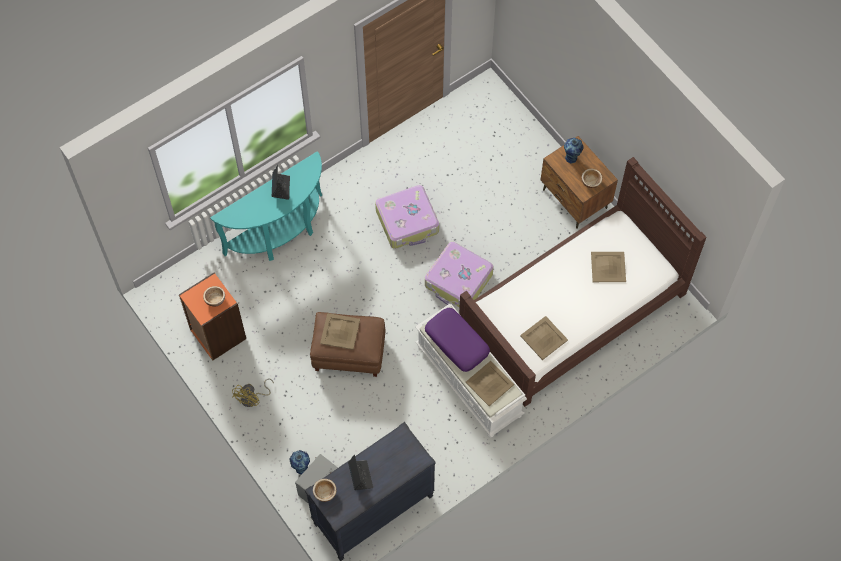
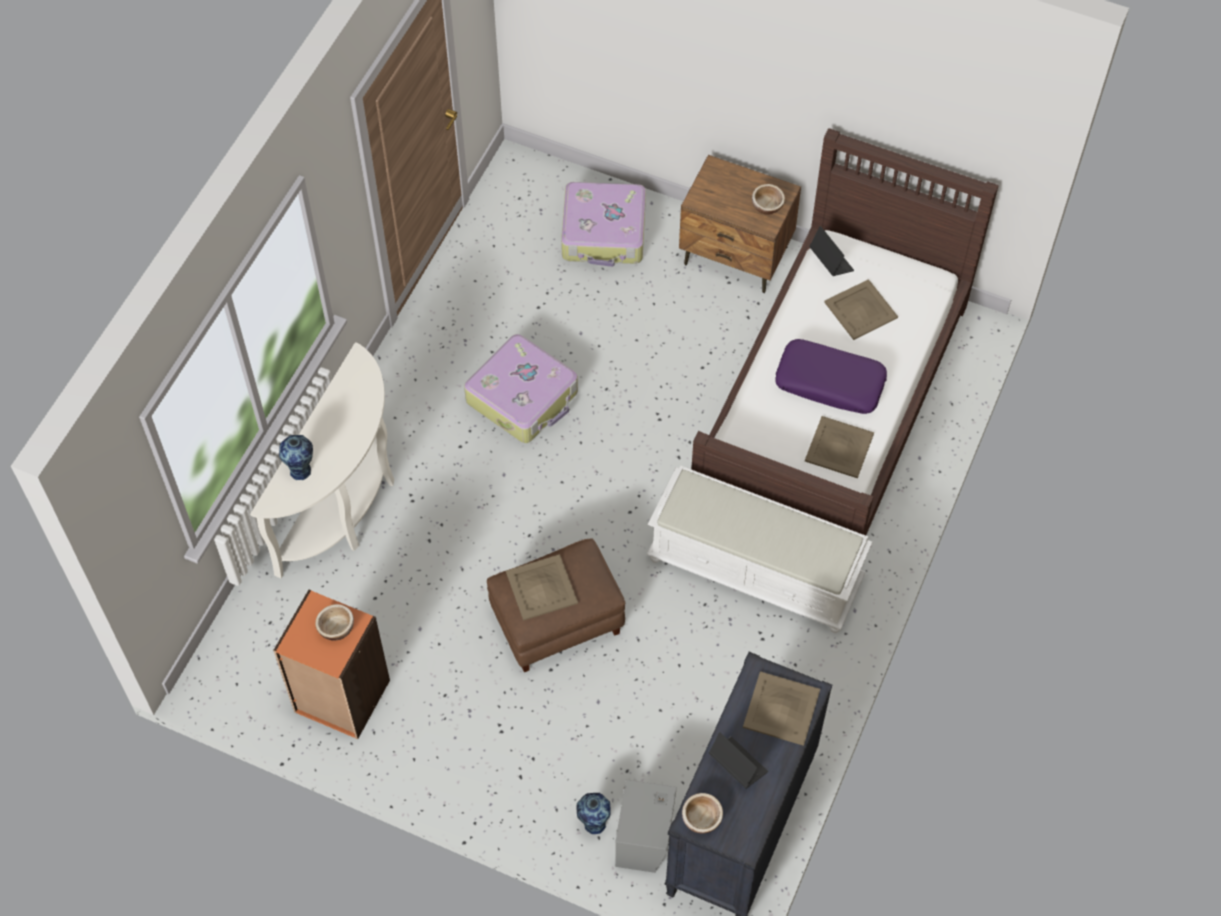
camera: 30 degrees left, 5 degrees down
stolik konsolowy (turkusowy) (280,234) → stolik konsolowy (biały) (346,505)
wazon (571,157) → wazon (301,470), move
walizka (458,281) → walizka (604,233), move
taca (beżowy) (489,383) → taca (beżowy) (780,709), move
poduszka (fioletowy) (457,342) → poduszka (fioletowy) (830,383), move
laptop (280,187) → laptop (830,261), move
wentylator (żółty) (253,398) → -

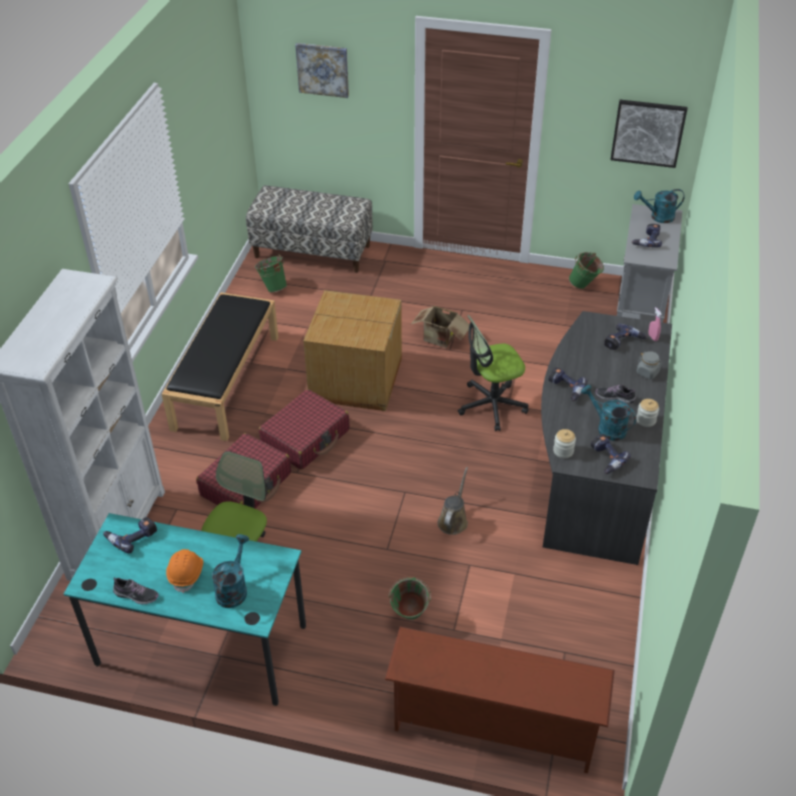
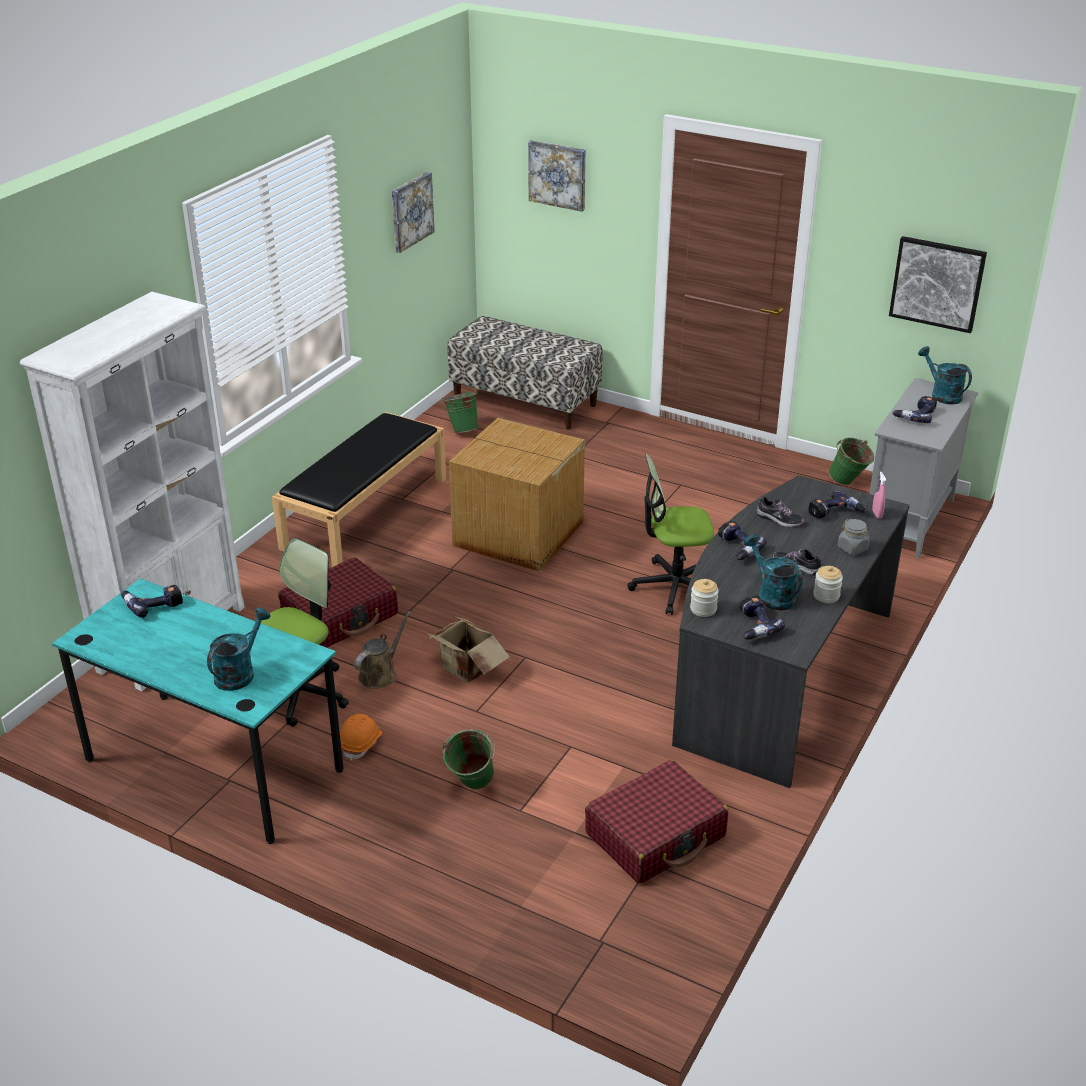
camera: 15 degrees right, 10 degrees down
kask (pomarańczowy) (186,573) → kask (pomarańczowy) (361,743), move
konewka (brązowy) (453,520) → konewka (brązowy) (380,674), move
- → obraz (411,211)
karton (439,340) → karton (465,670), move
walizka (czerwony) (306,438) → walizka (czerwony) (656,835), move
but (136,595) → but (779,519), move
konewka (turkusowy) (658,217) → konewka (turkusowy) (942,394), 45 degrees clockwise
regał na buty (brązowy) (493,727) → -

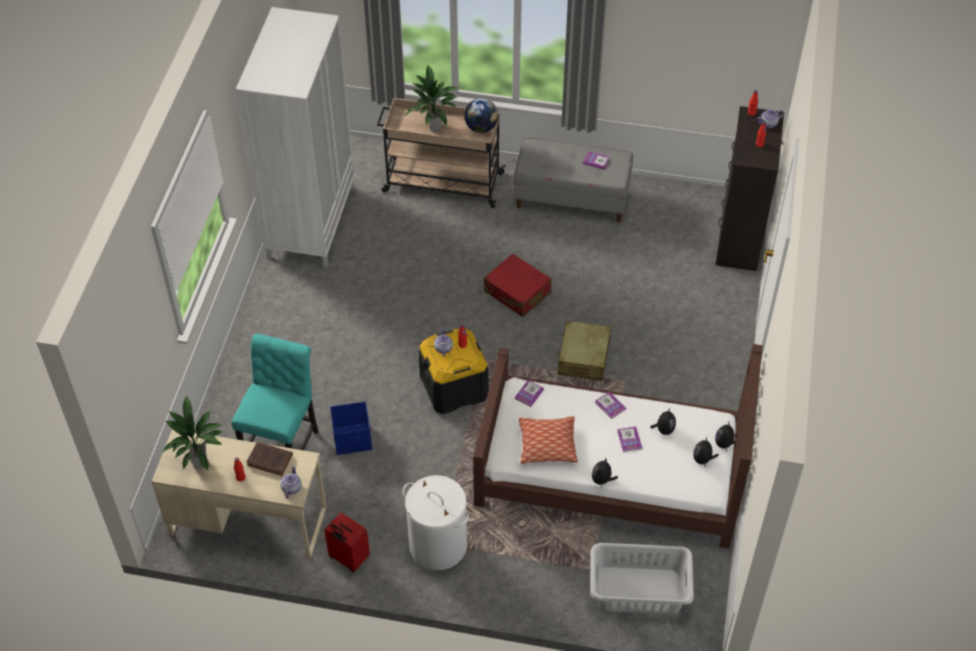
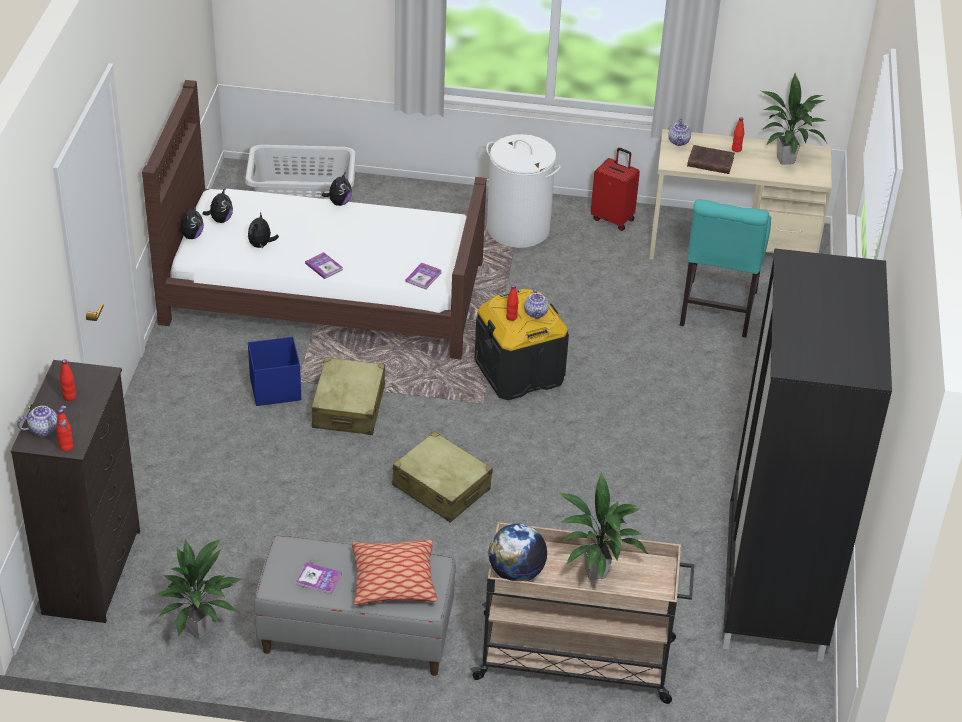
camera: 175 degrees right, 10 degrees down
- → roślina doniczkowa (200,630)
pojemnik do przechowywania (niebieski) (353,439) → pojemnik do przechowywania (niebieski) (274,389), move
poduszka (547,445) → poduszka (393,581), move
walizka (czerwony) (517,292) → walizka (beżowy) (441,488)
szafa (biały) (311,221) → szafa (czarny) (775,588)
książka (629,439) → -

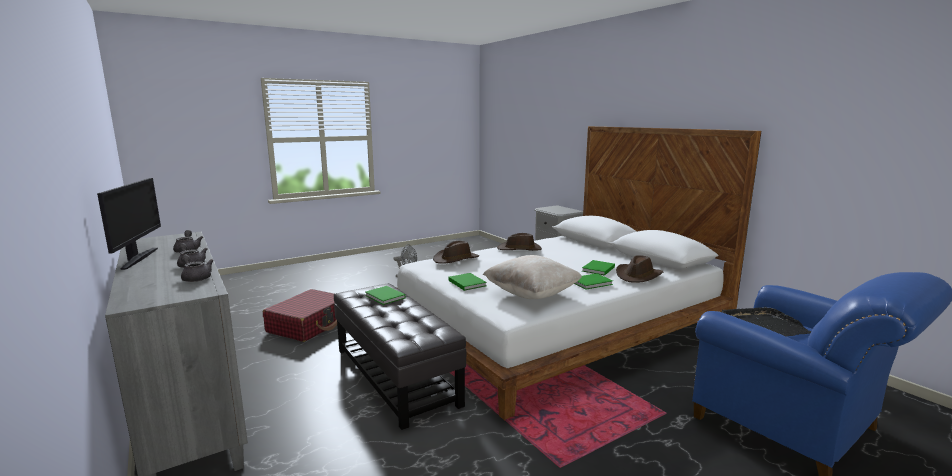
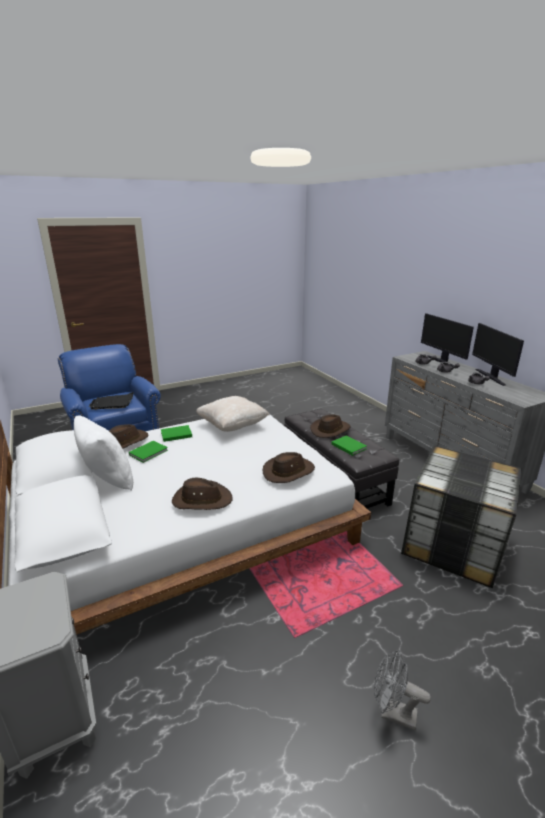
camera: 175 degrees left, 10 degrees up
- → poduszka (biały) (107,479)
- → kapelusz (brązowy) (330,430)
walizka (czerwony) (309,325) → pojemnik do przechowywania (453,545)
- → monitor (442,361)
książka (zielony) (467,283) → -

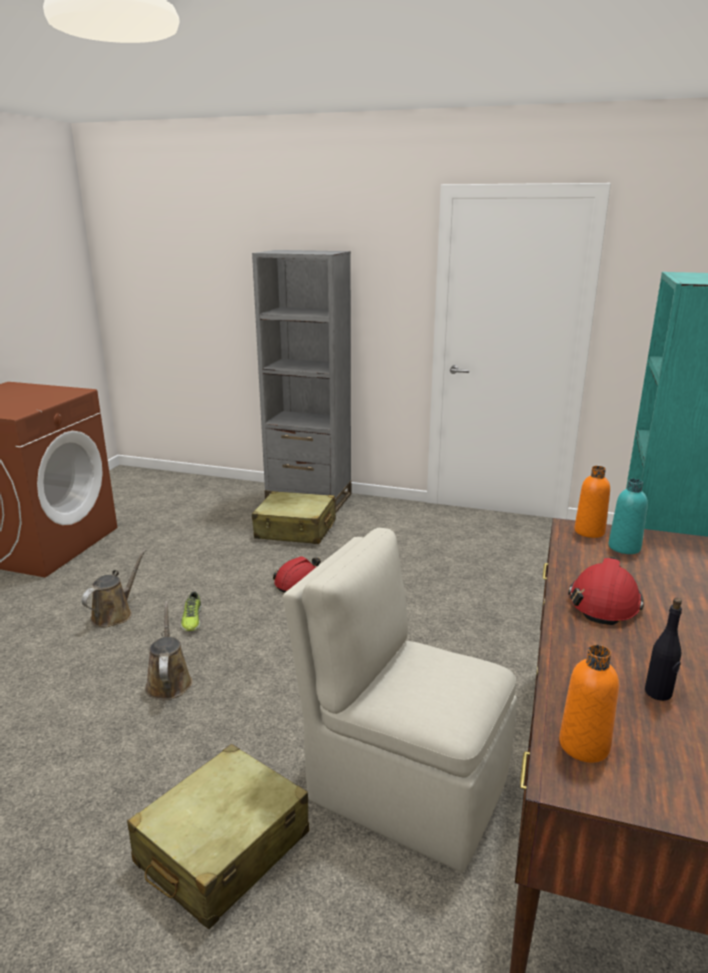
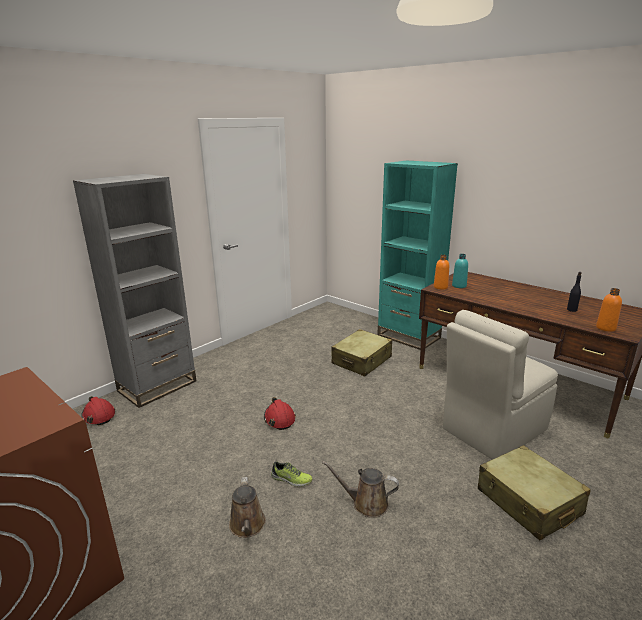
camera: 65 degrees left, 0 degrees up
kask (czerwony) (604,602) → kask (czerwony) (98,415), move
konewka (brązowy) (114,614) → konewka (brązowy) (247,526), 150 degrees counterclockwise
walizka (beżowy) (295,530) → walizka (beżowy) (362,360), move

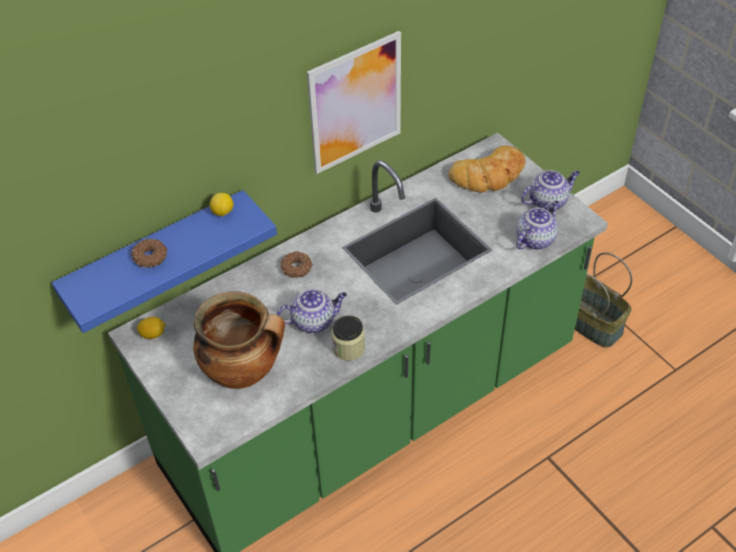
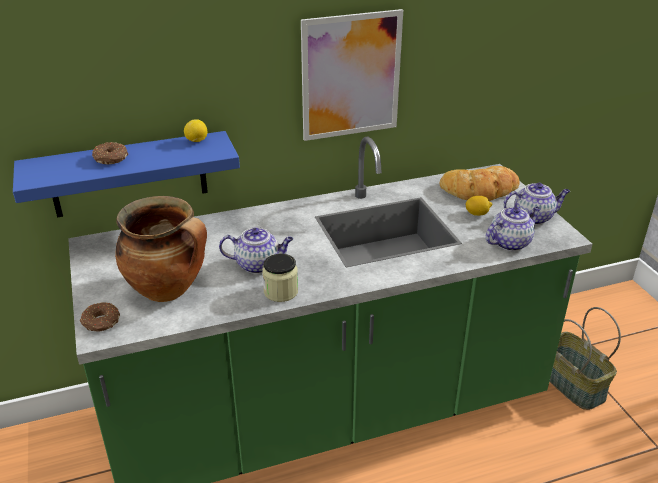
camera: 15 degrees right, 15 degrees down
donut (296,269) → donut (101,322), move
cytryna (153,334) → cytryna (477,213), move

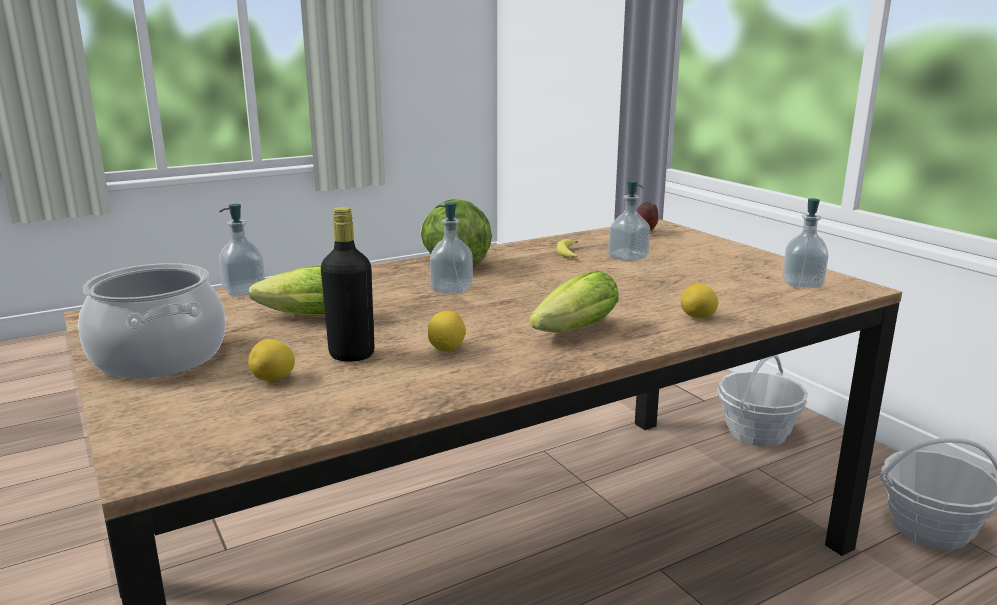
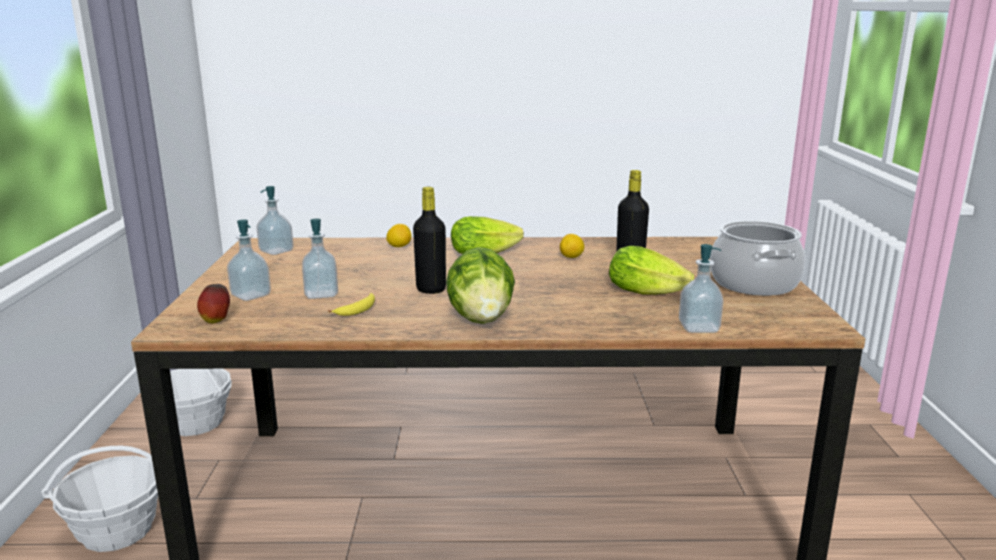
camera: 150 degrees left, 0 degrees up
dozownik mydła (452,289) → dozownik mydła (250,295), move
- → butelka (czarny) (431,289)
cytryna (274,379) → -

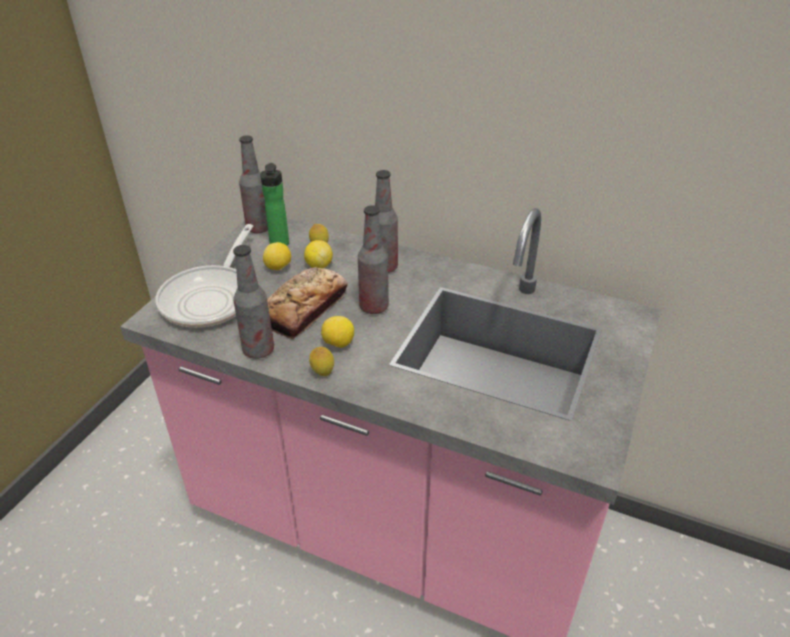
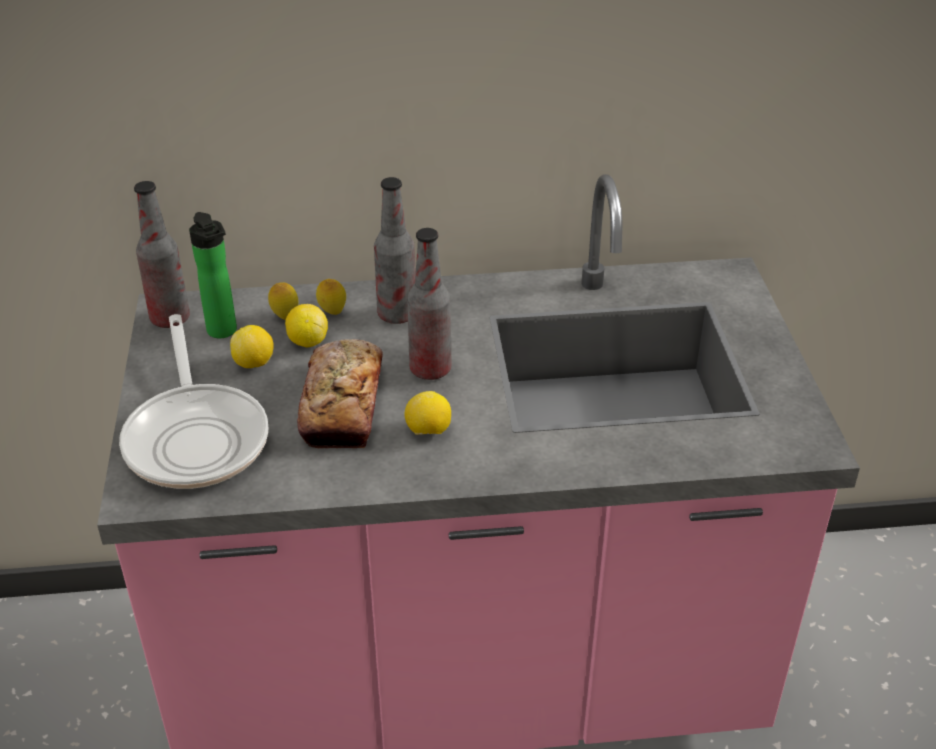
camera: 30 degrees left, 0 degrees up
cytryna (322,373) → cytryna (332,313), move
butelka (258,350) → -

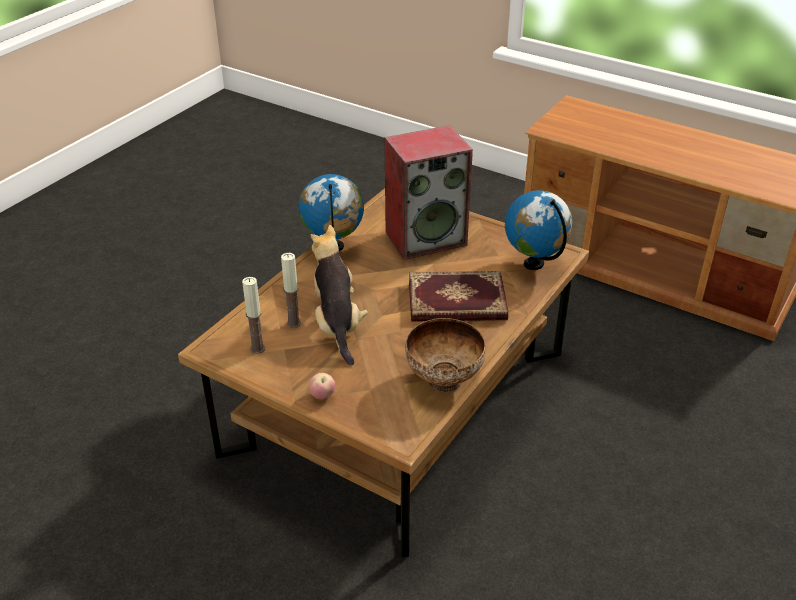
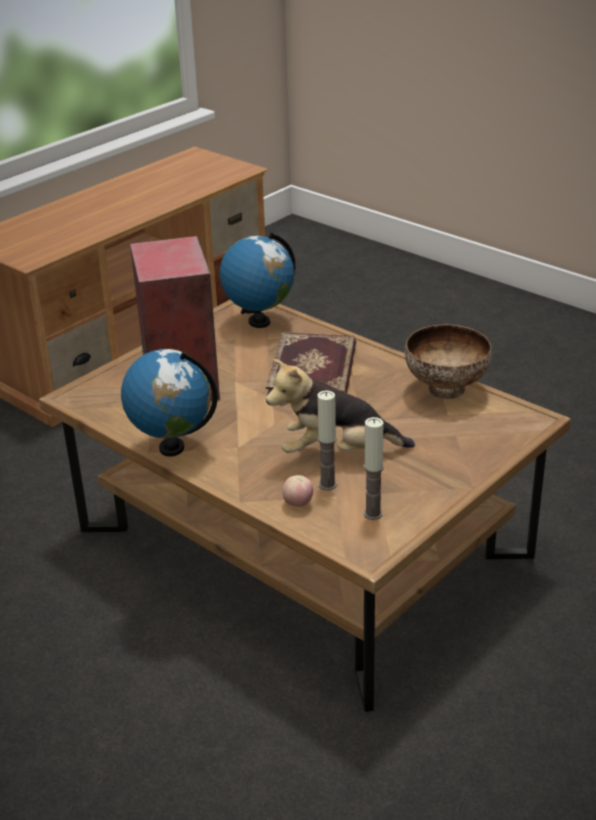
camera: 80 degrees left, 5 degrees down
jabłko (322,396) → jabłko (298,504), move

